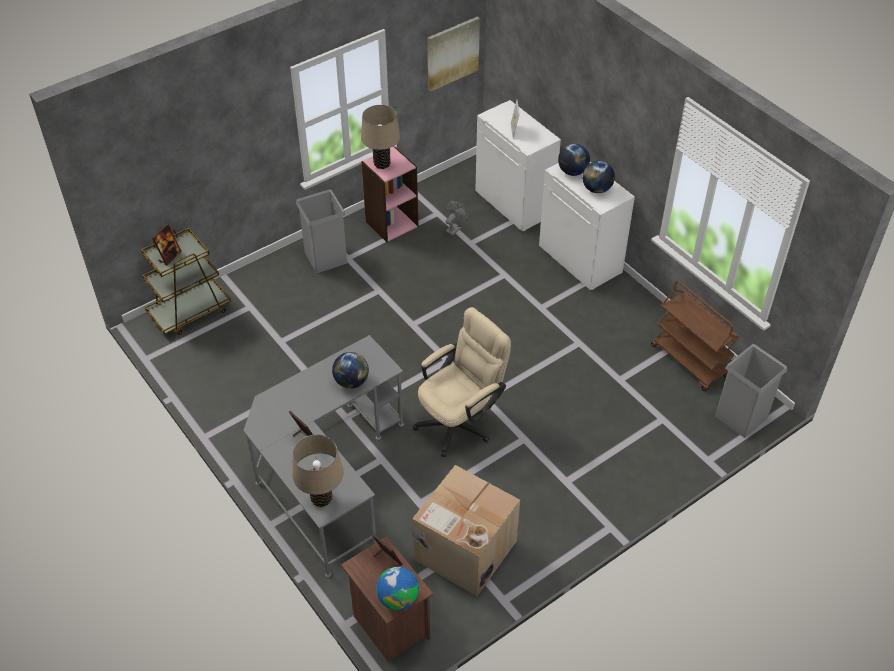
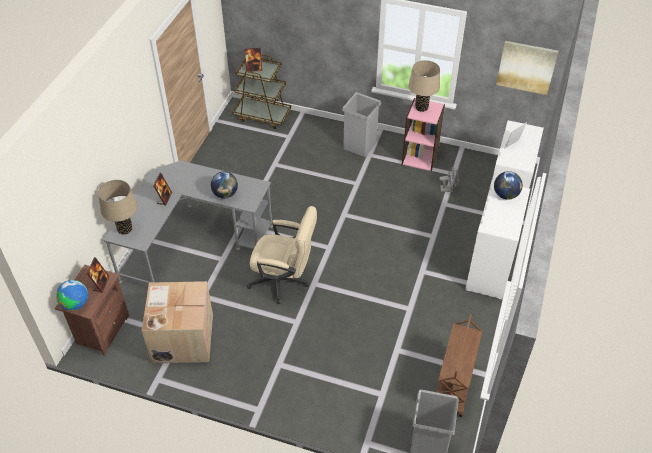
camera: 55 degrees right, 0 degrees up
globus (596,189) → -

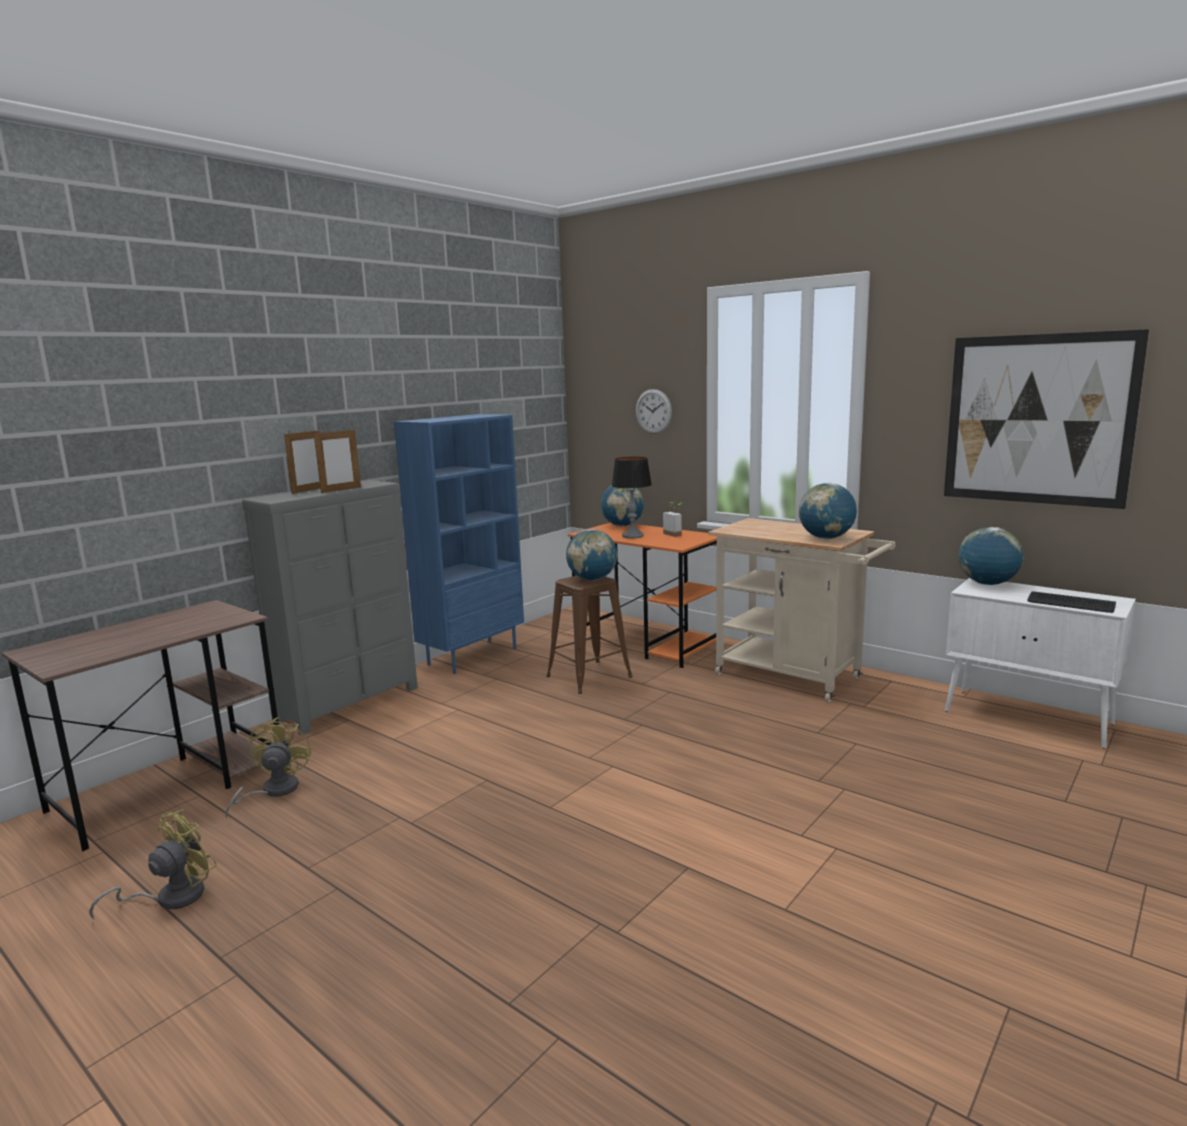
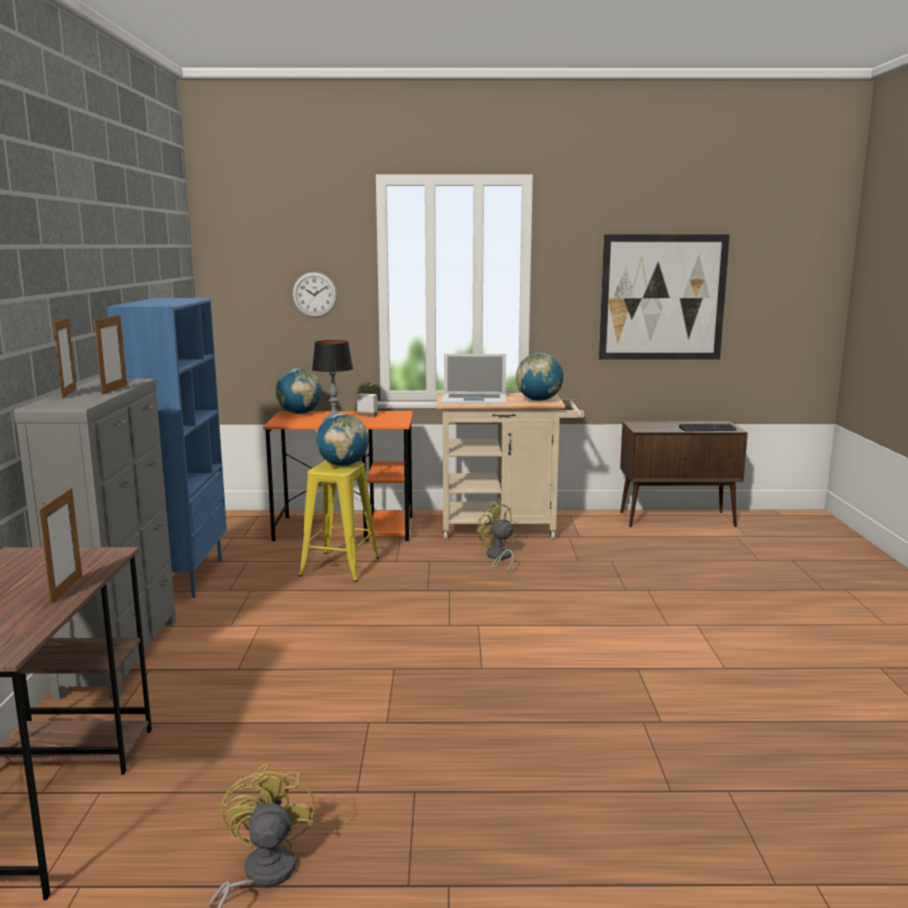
camera: 40 degrees left, 0 degrees up
- → ramka na zdjęcie (66,589)
stołek (brązowy) (589,677) → stołek (żółty) (340,566)
- → laptop (474,399)
wentylator (żółty) (273,791) → wentylator (żółty) (498,558), move
szafka (biały) (1029,718) → szafka (brązowy) (678,519)
globus (987,584) → -

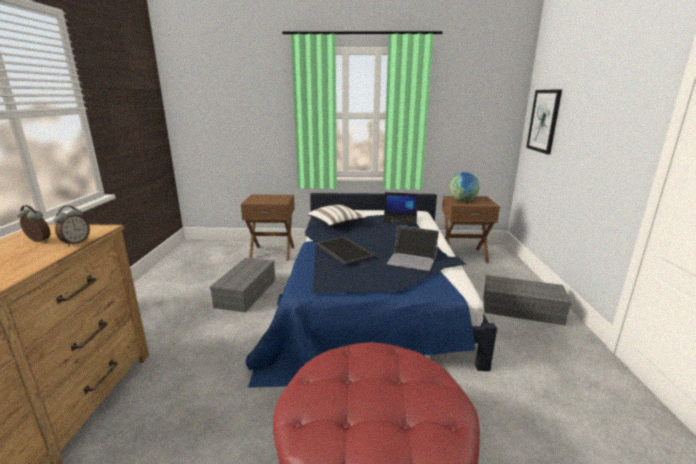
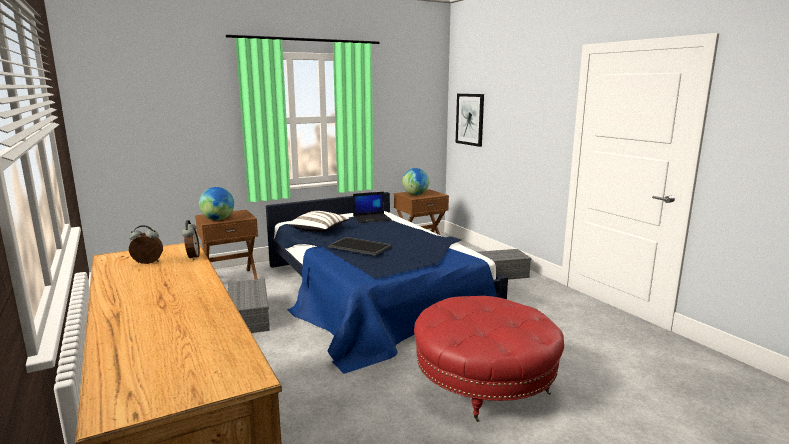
camera: 30 degrees left, 5 degrees down
- → globus (218,219)
laptop (412,259) → -

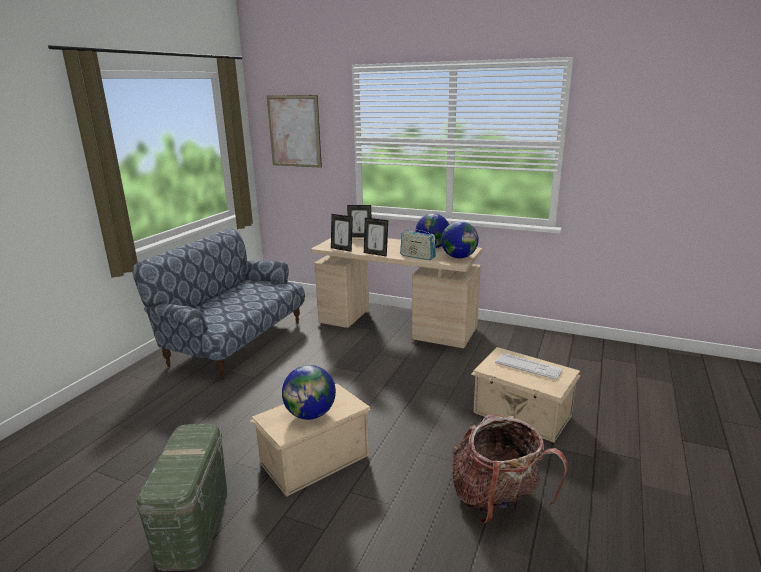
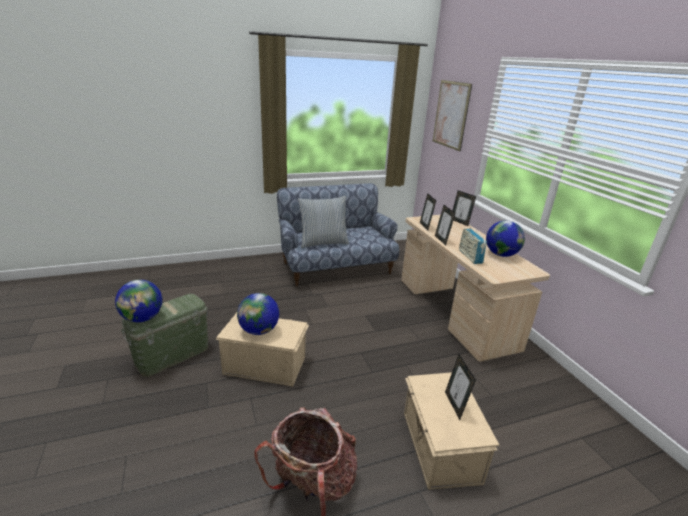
camera: 45 degrees right, 5 degrees up
globus (459,257) → globus (143,318), move
- → poduszka (323,242)
klawiatura (528,366) → ramka na zdjęcie (455,405)

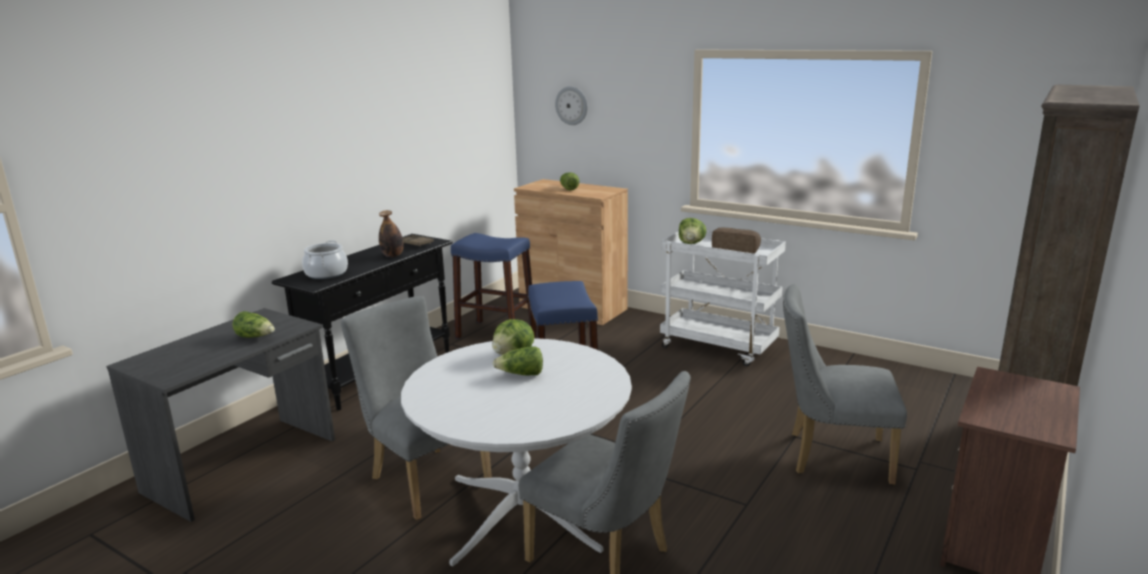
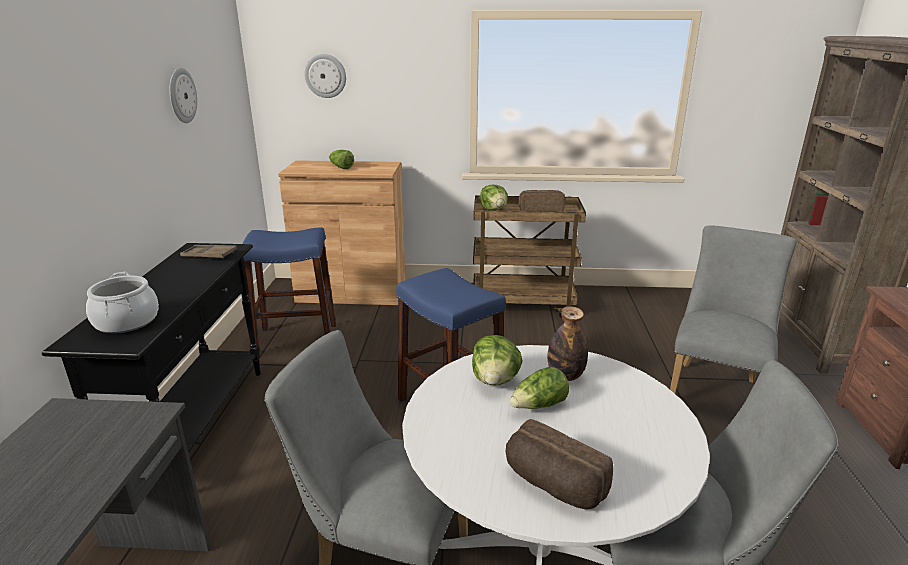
camera: 30 degrees left, 5 degrees up
- → zegar ścienny (181,95)
wózek (biały) (719,347) → wózek (brązowy) (523,305)
- → chleb (553,485)
butelka (392,255) → butelka (565,376), move
krzesło (szary) (830,456) → krzesło (szary) (715,388), 135 degrees clockwise
sałata (256,337) → -

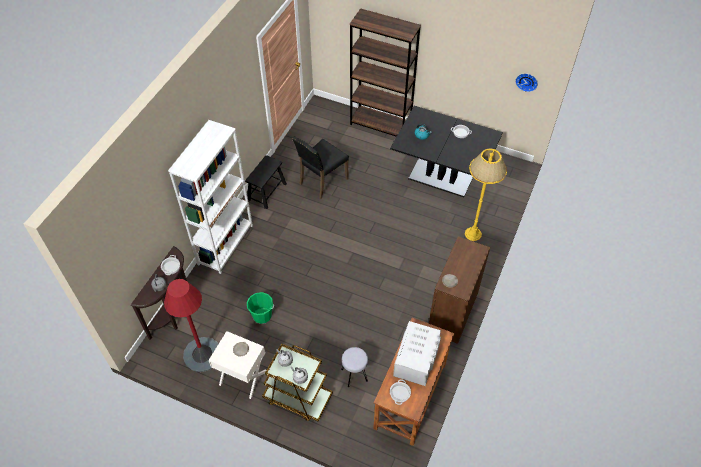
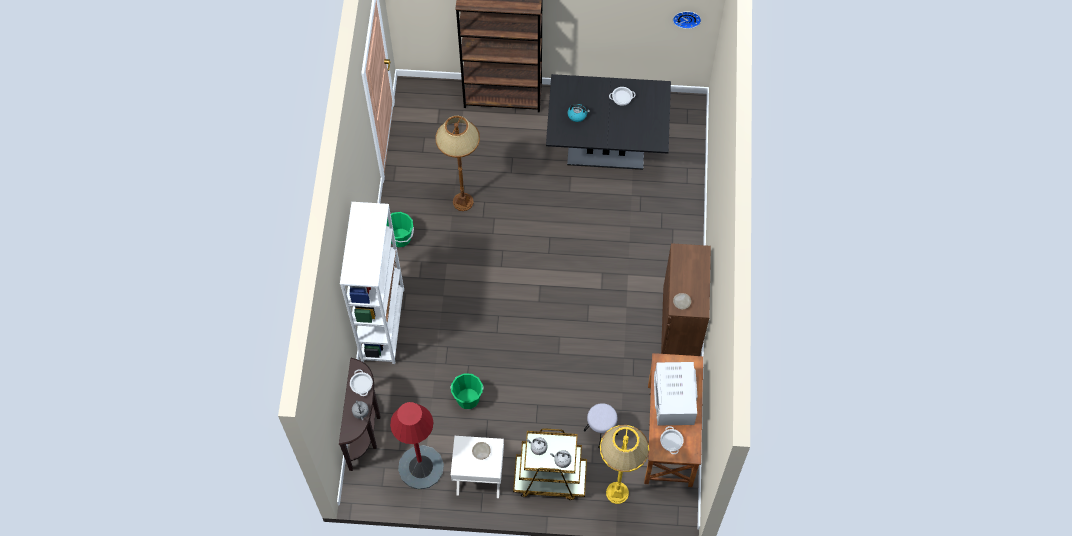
camera: 20 degrees left, 10 degrees up
stołek (czarny) (266,192) → wiadro (zielony) (400,238)
krzesło (czarny) (322,181) → lampa stojąca (brązowy) (463,201)
lampa stojąca (żółty) (473,234) → lampa stojąca (żółty) (617,493), move

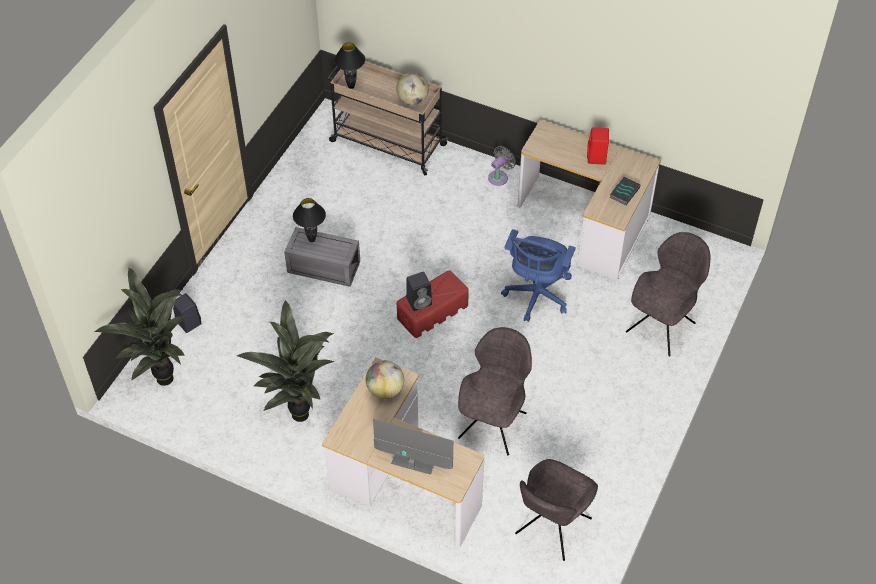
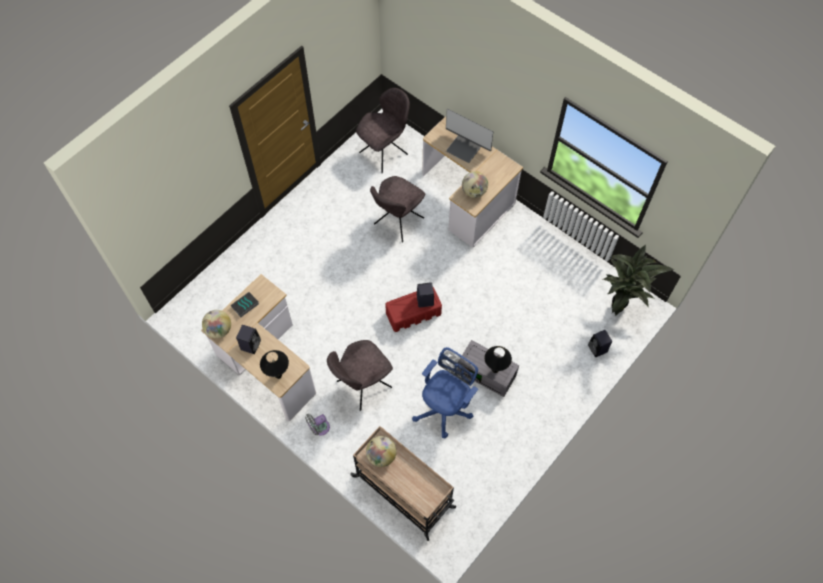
camera: 165 degrees left, 10 degrees up
- → globus (219,330)
głośnik (czerwony) (597,158) → głośnik (czarny) (251,344)
lampa stołowa (czarny) (351,86) → lampa stołowa (czarny) (278,376), move
krzesło (szary) (662,326) → krzesło (szary) (362,385), move
krzesło biurowe (niebieski) (536,296) → krzesło biurowe (niebieski) (445,408), move
roślina doniczkowa (299,411) → -

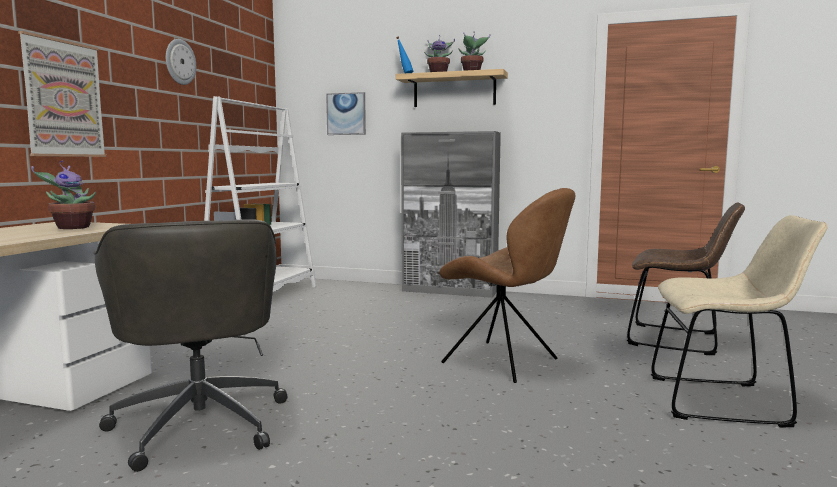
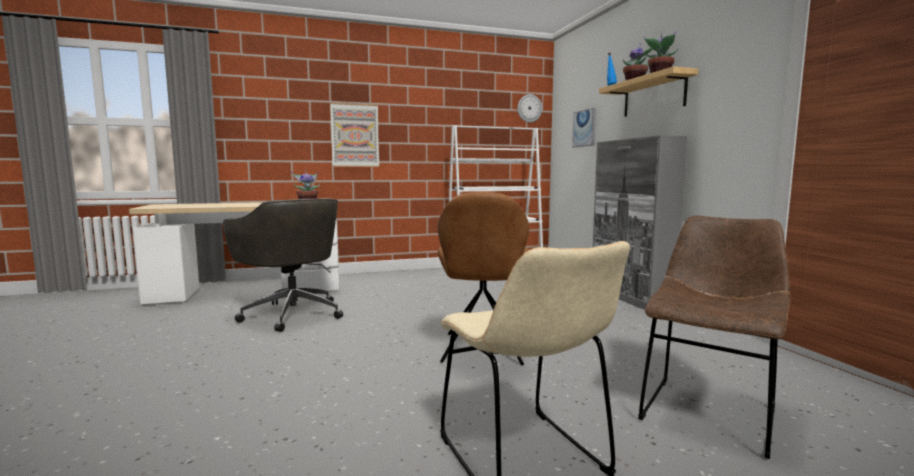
camera: 55 degrees right, 0 degrees up
krzesło biurowe (szary) (200,422) → krzesło biurowe (szary) (292,314), 75 degrees counterclockwise
zegar ścienny (180,62) → zegar ścienny (529,108), move
krzesło (brązowy) (679,340) → krzesło (brązowy) (709,411), 135 degrees counterclockwise

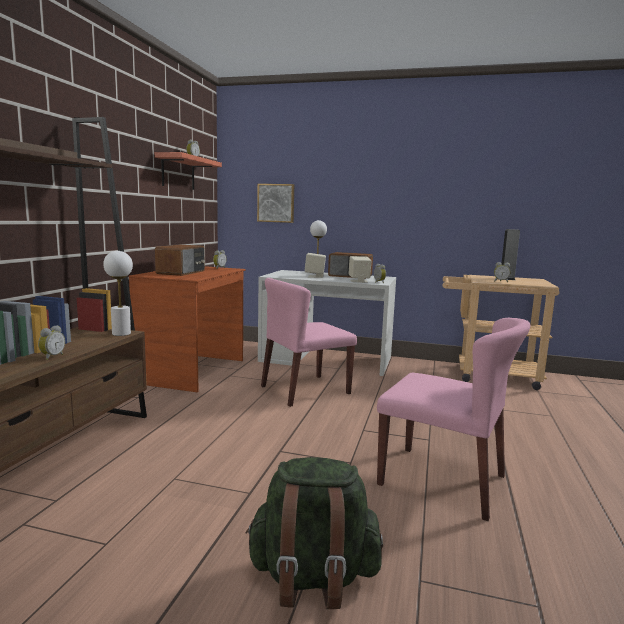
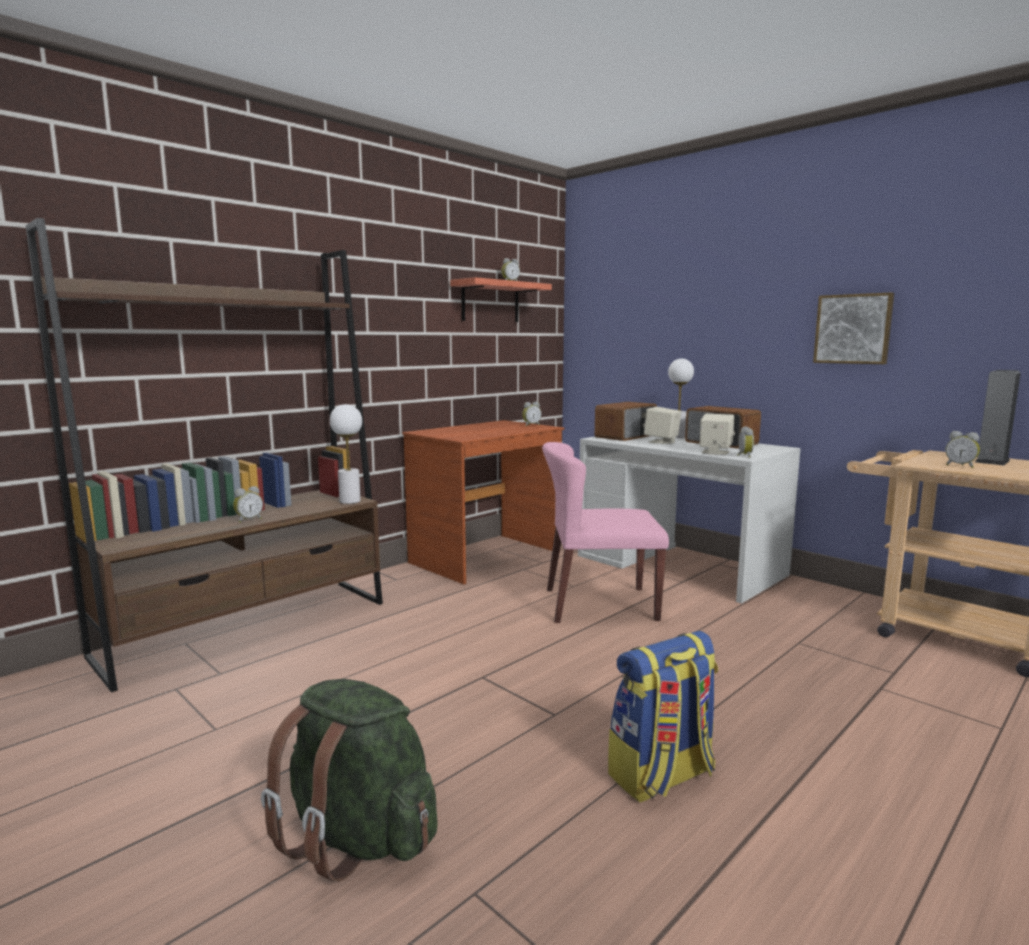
camera: 30 degrees right, 0 degrees up
radio (182,272) → radio (626,436), move
krzesło (różowy) (443,480) → plecak (662,776)
obraz (276,203) → obraz (853,329), move

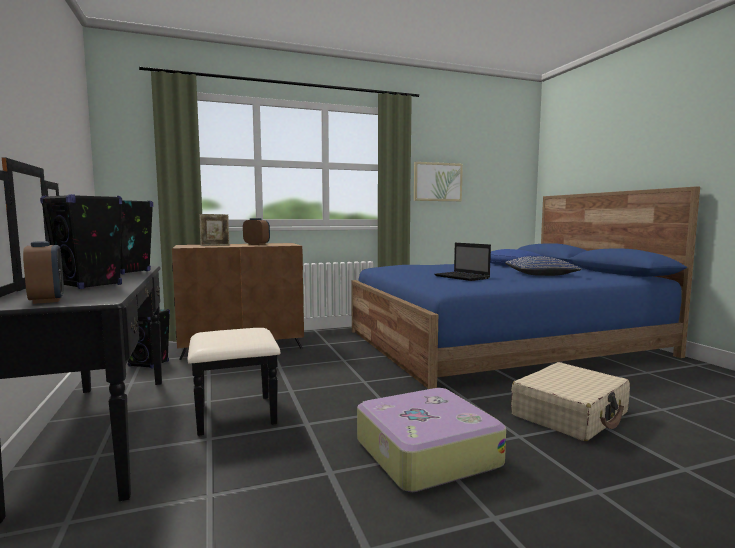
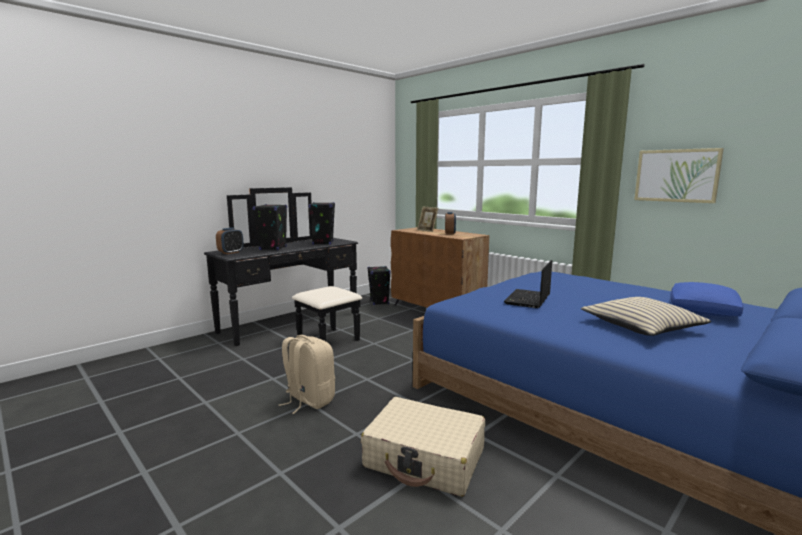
camera: 65 degrees right, 5 degrees up
walizka (425,452) → plecak (beżowy) (308,400)
poduszka (niebieski) (540,274) → poduszka (beżowy) (642,326)

